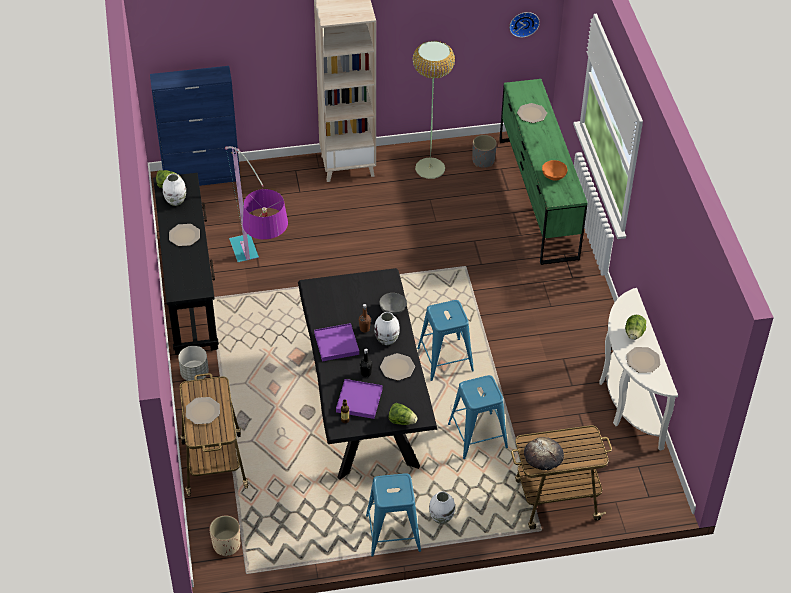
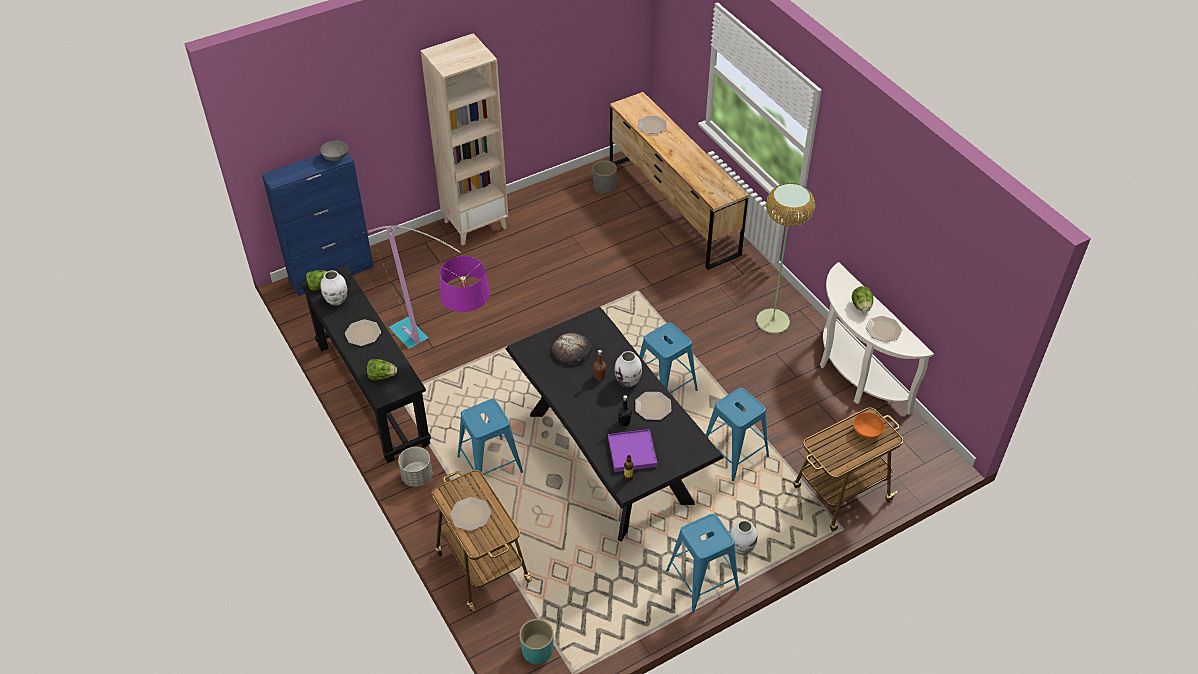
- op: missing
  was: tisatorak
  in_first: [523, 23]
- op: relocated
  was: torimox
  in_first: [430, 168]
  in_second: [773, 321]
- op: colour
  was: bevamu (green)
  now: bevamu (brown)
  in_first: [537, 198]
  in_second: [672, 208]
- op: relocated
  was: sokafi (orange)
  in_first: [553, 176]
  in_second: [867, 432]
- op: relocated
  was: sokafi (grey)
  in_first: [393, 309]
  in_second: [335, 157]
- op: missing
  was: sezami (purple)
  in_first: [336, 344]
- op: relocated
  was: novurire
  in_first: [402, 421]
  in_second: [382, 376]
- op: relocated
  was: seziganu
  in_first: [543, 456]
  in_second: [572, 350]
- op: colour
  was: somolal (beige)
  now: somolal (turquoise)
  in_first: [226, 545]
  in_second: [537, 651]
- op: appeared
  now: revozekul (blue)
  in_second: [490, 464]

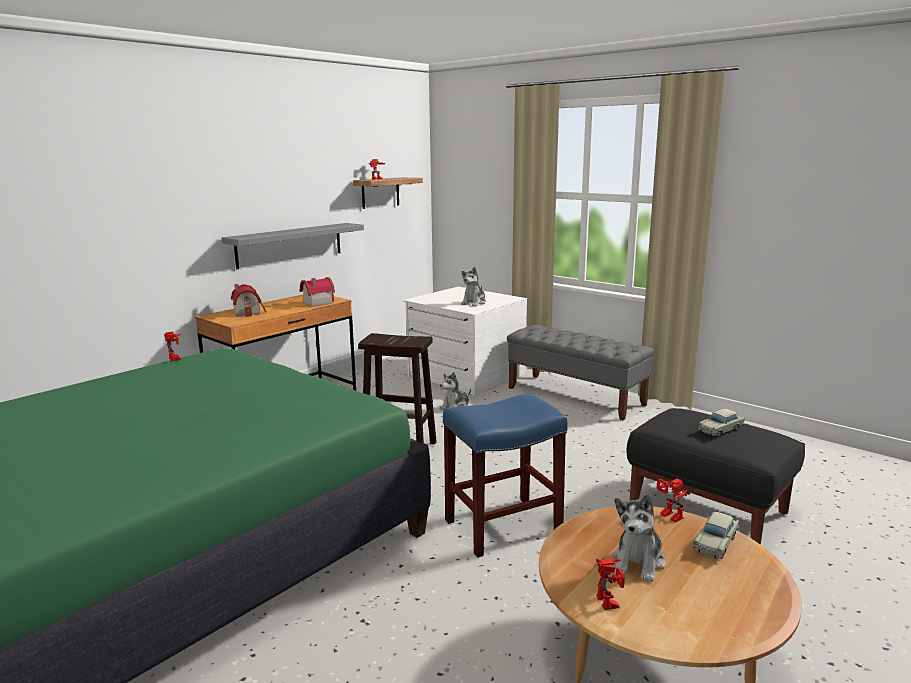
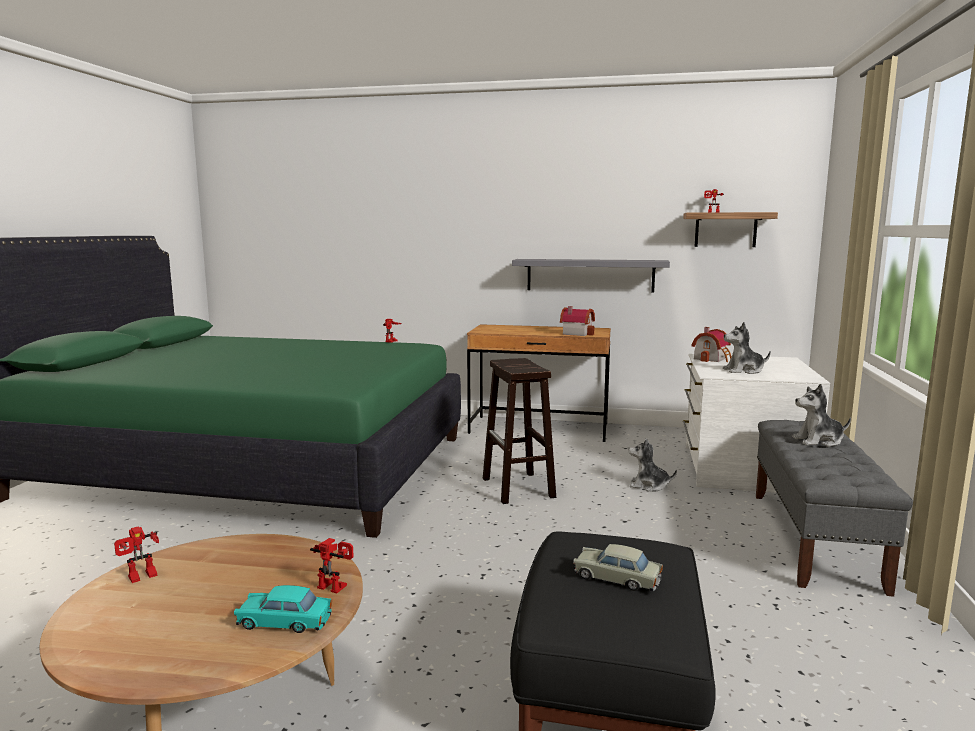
- op: relocated
  was: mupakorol
  in_first: [249, 312]
  in_second: [712, 358]
- op: missing
  was: revozekul (blue)
  in_first: [503, 525]
- op: spun
  was: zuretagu
  in_first: [668, 516]
  in_second: [336, 585]
  clockwise: 90
- op: relocated
  was: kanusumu
  in_first: [638, 562]
  in_second: [819, 441]
- op: colour
  was: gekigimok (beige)
  now: gekigimok (turquoise)
  in_first: [716, 542]
  in_second: [284, 622]

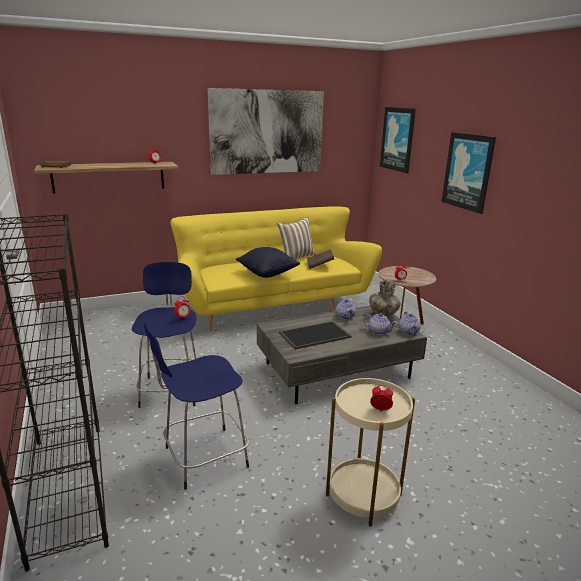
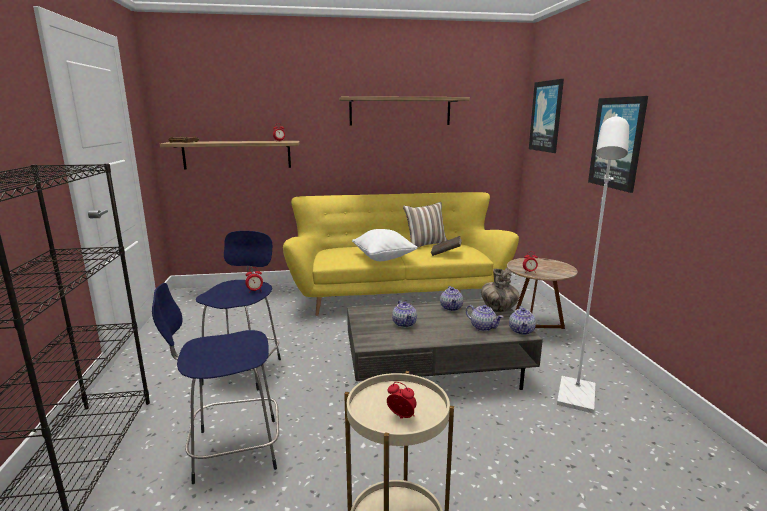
- op: exchanged
  was: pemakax
  now: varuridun
  in_first: [267, 132]
  in_second: [400, 111]
- op: colour
  was: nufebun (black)
  now: nufebun (white)
  in_first: [267, 274]
  in_second: [383, 258]
- op: exchanged
  was: sezami
  now: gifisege
  in_first: [315, 334]
  in_second: [404, 324]
- op: appeared
  now: torimox (white)
  in_second: [576, 401]

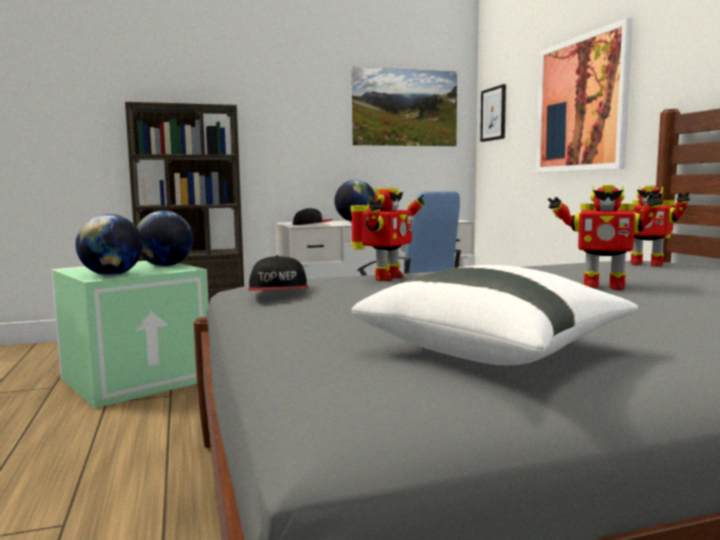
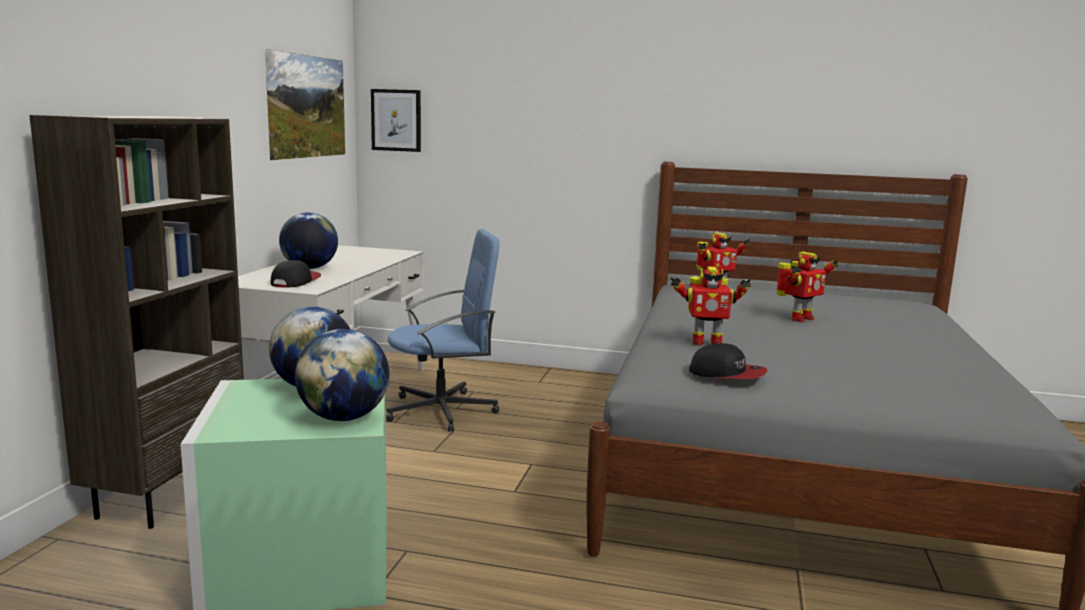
- op: missing
  was: pemakax
  in_first: [581, 104]
- op: spun
  was: zuretagu
  in_first: [385, 278]
  in_second: [705, 342]
  clockwise: 120
- op: missing
  was: nufebun (white)
  in_first: [494, 351]

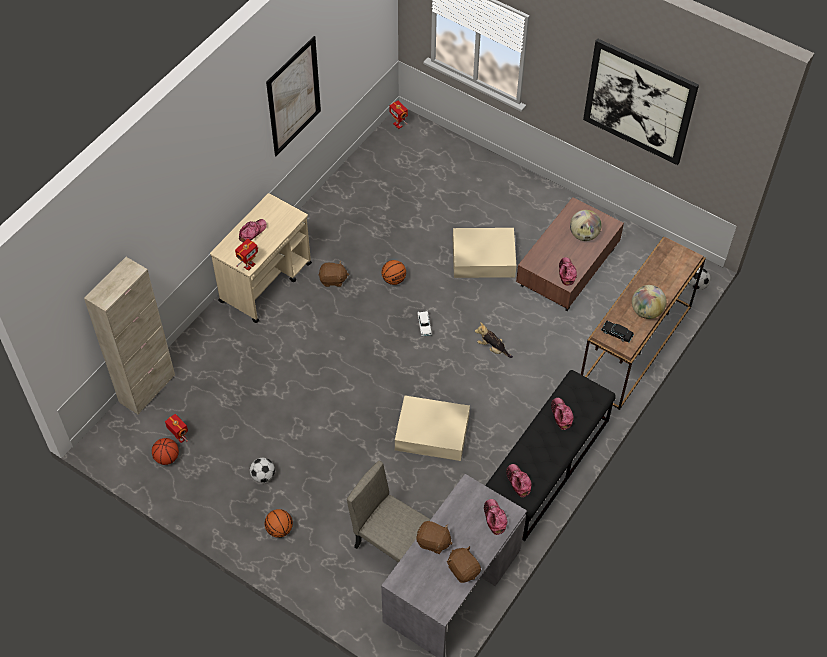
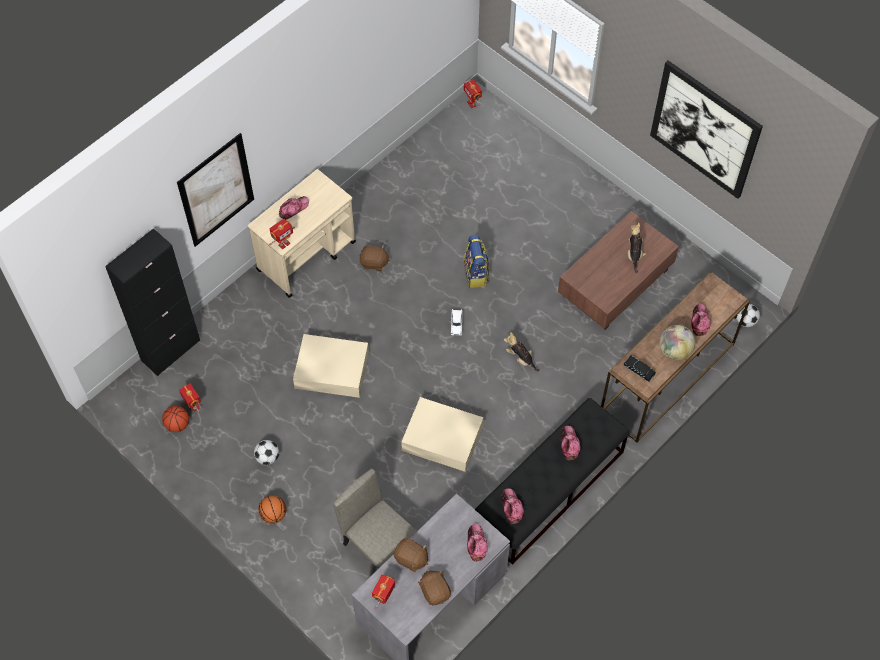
- op: relocated
  was: pemakax
  in_first: [294, 96]
  in_second: [216, 190]
- op: exchanged
  was: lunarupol
  now: kanusumu
  in_first: [583, 235]
  in_second: [634, 254]
- op: relocated
  was: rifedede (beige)
  in_first: [482, 258]
  in_second: [331, 369]
- op: colour
  was: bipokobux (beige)
  now: bipokobux (black)
  in_first: [147, 388]
  in_second: [171, 350]
- op: relocated
  was: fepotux
  in_first: [566, 273]
  in_second: [699, 321]
- op: missing
  was: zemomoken
  in_first: [393, 279]
- op: appeared
  now: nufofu
  in_second: [476, 274]
- op: appeared
  now: zuretagu
  in_second: [384, 598]

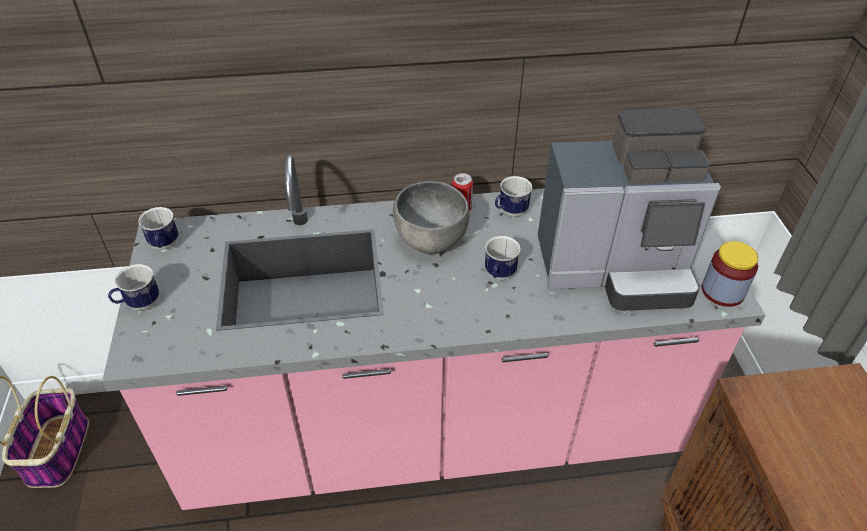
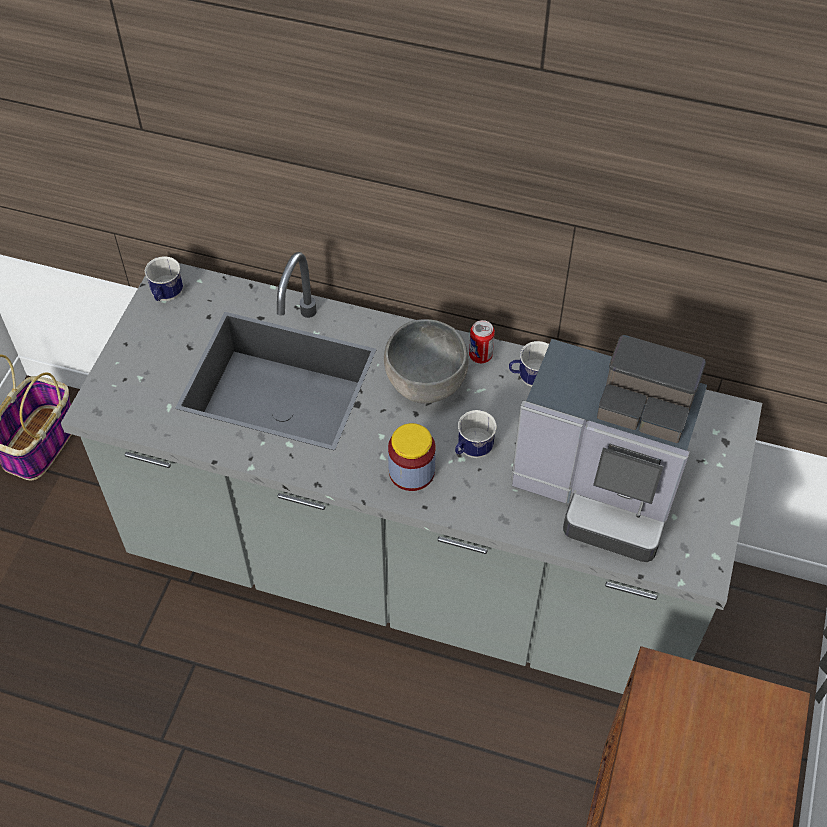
- op: colour
  was: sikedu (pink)
  now: sikedu (grey)
  in_first: [432, 430]
  in_second: [413, 570]
- op: relocated
  was: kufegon
  in_first: [722, 291]
  in_second: [411, 471]
- op: missing
  was: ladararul
  in_first: [139, 305]

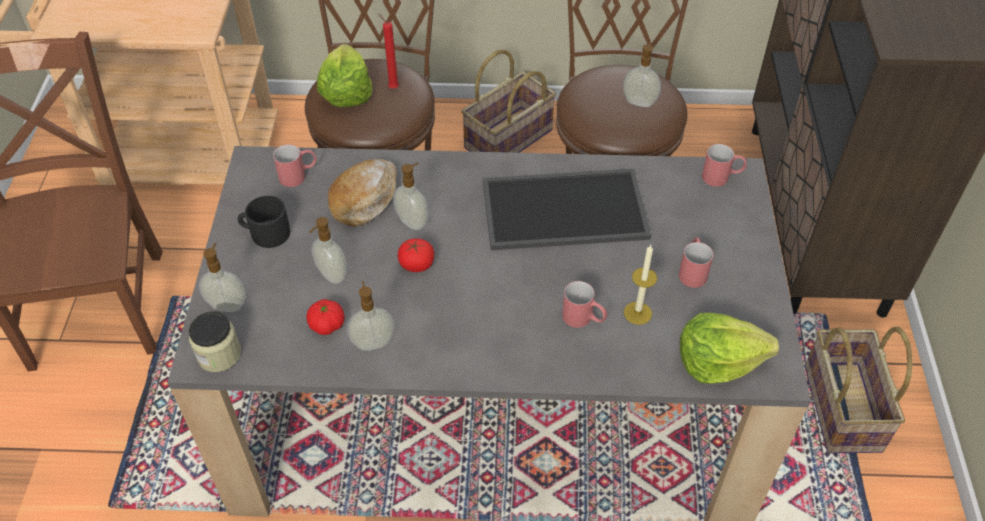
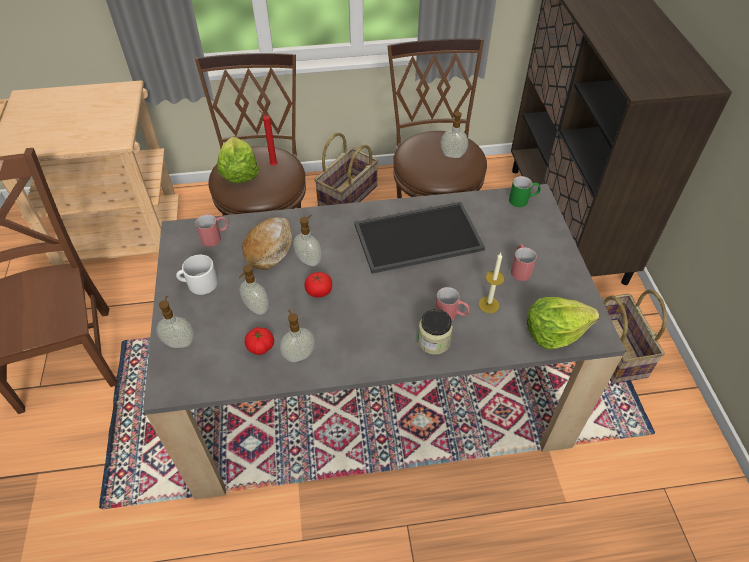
- op: colour
  was: ladararul (red)
  now: ladararul (green)
  in_first: [722, 177]
  in_second: [523, 200]
- op: colour
  was: ladararul (black)
  now: ladararul (white)
  in_first: [265, 233]
  in_second: [198, 283]
- op: relocated
  was: kufegon
  in_first: [219, 354]
  in_second: [433, 341]

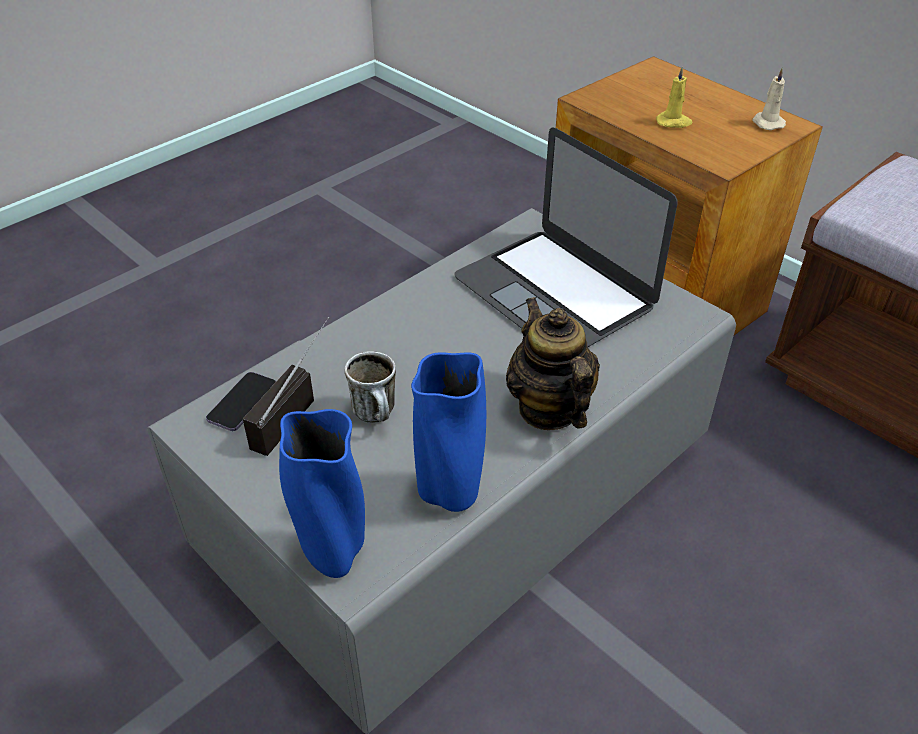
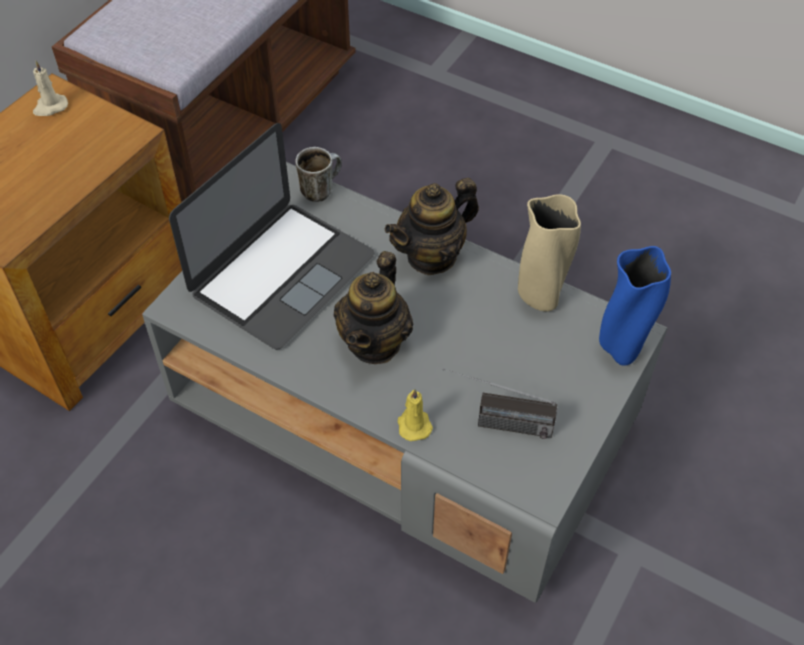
- op: relocated
  was: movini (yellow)
  in_first: [674, 122]
  in_second: [413, 424]
- op: relocated
  was: ladararul
  in_first: [378, 416]
  in_second: [320, 189]
- op: colour
  was: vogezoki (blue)
  now: vogezoki (beige)
  in_first: [449, 495]
  in_second: [540, 297]
- op: missing
  was: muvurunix
  in_first: [242, 403]
- op: appeared
  now: gifisege
  in_second: [375, 342]

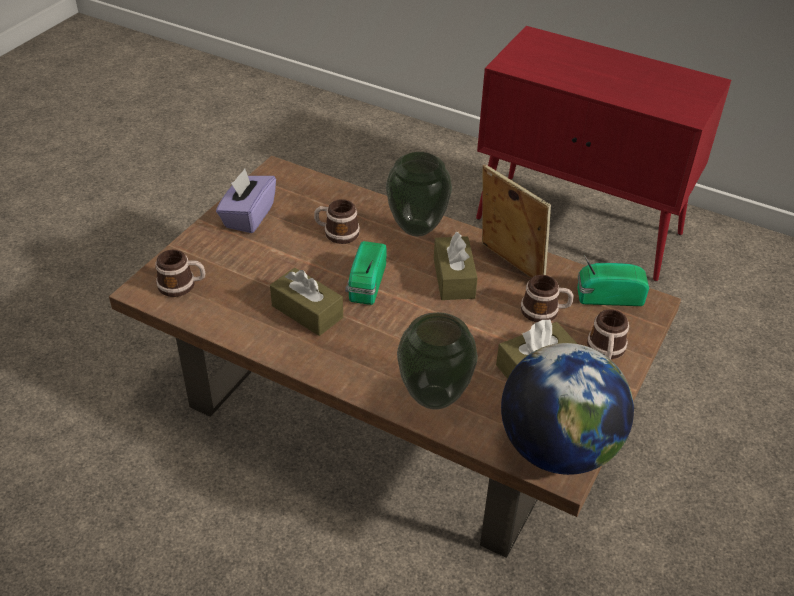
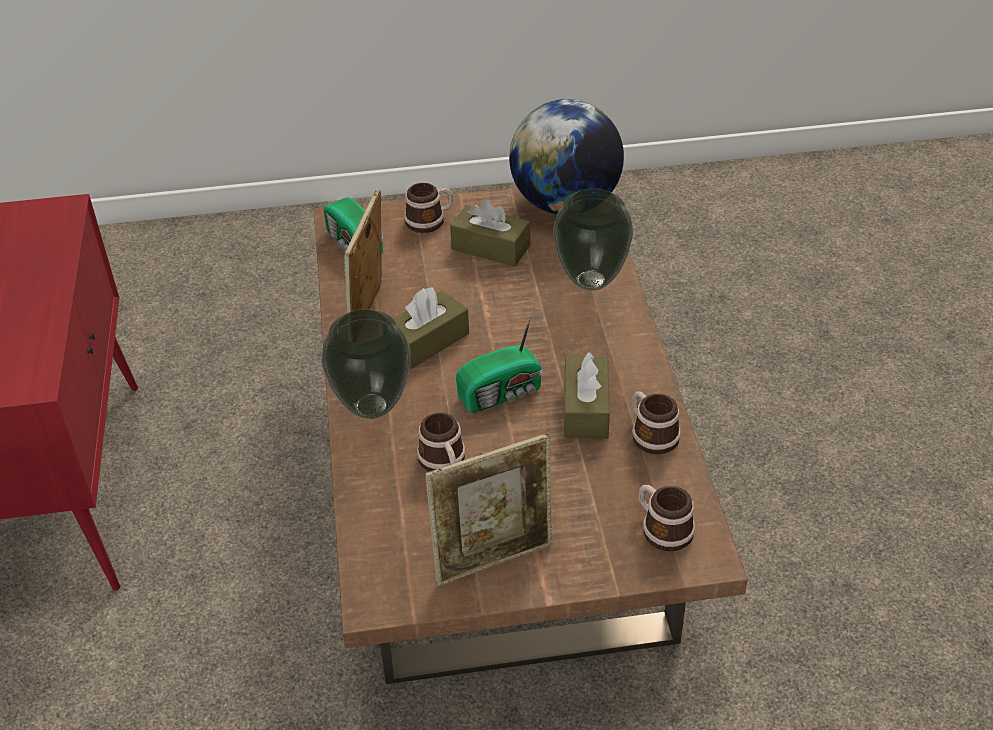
- op: exchanged
  was: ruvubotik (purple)
  now: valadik
  in_first: [248, 216]
  in_second: [494, 559]
- op: relocated
  was: ladararul
  in_first: [545, 311]
  in_second: [651, 434]

